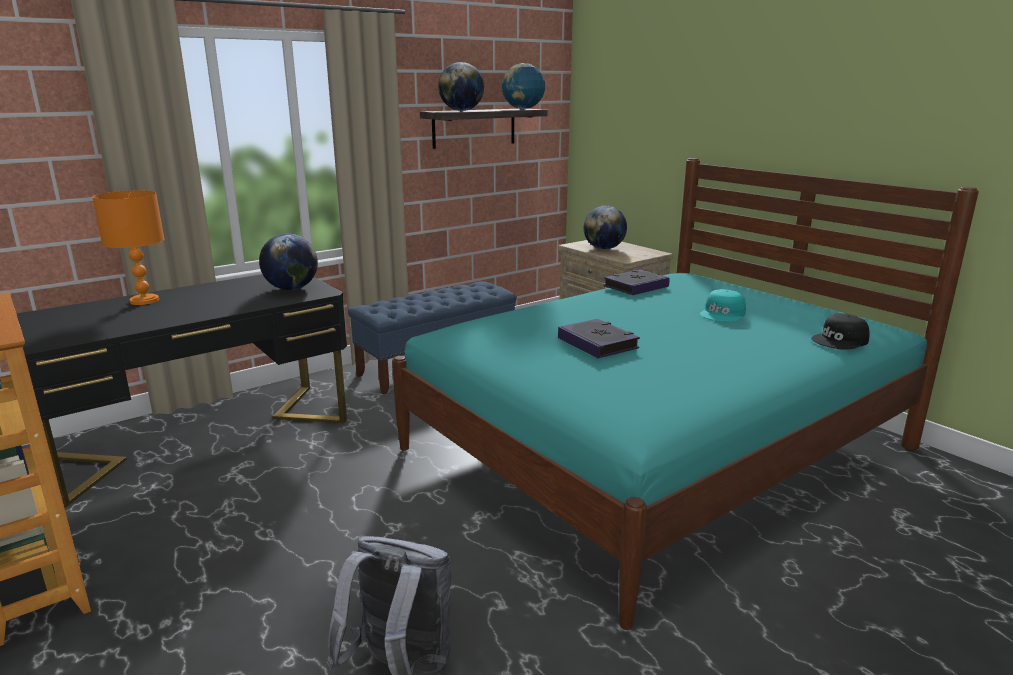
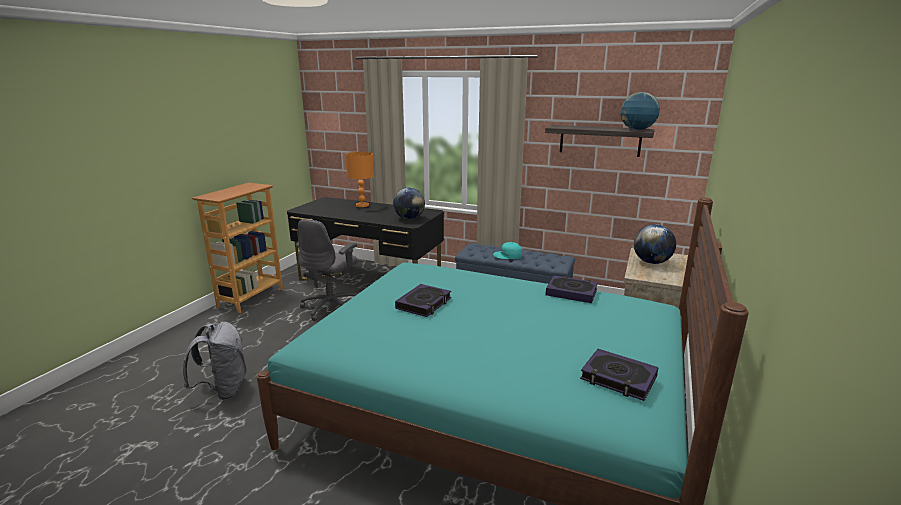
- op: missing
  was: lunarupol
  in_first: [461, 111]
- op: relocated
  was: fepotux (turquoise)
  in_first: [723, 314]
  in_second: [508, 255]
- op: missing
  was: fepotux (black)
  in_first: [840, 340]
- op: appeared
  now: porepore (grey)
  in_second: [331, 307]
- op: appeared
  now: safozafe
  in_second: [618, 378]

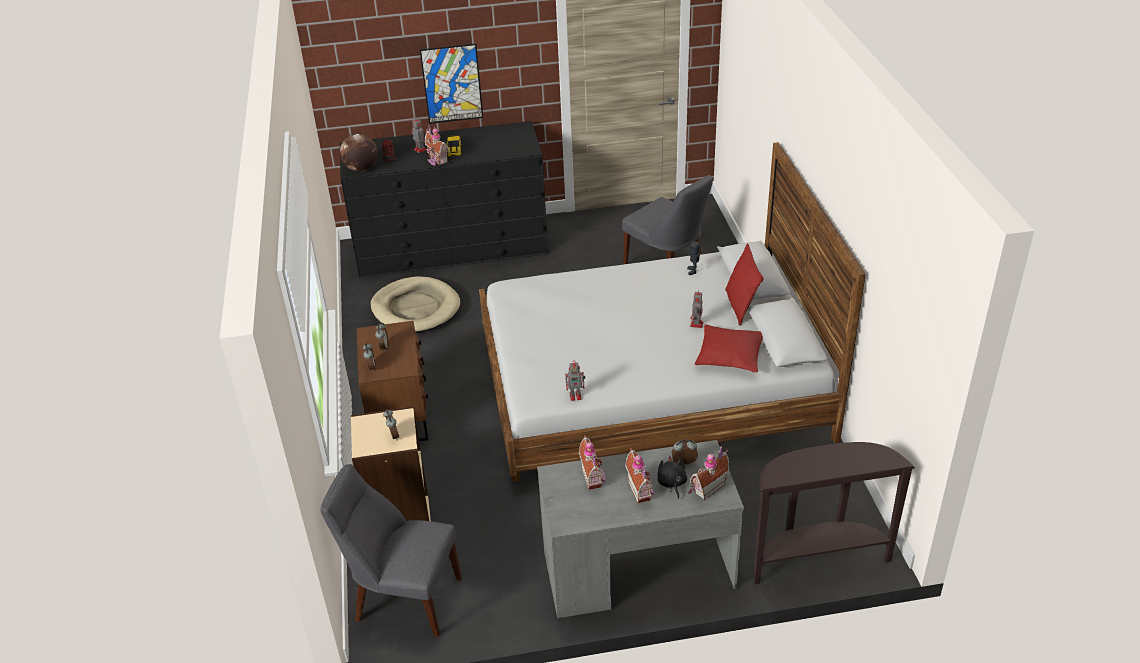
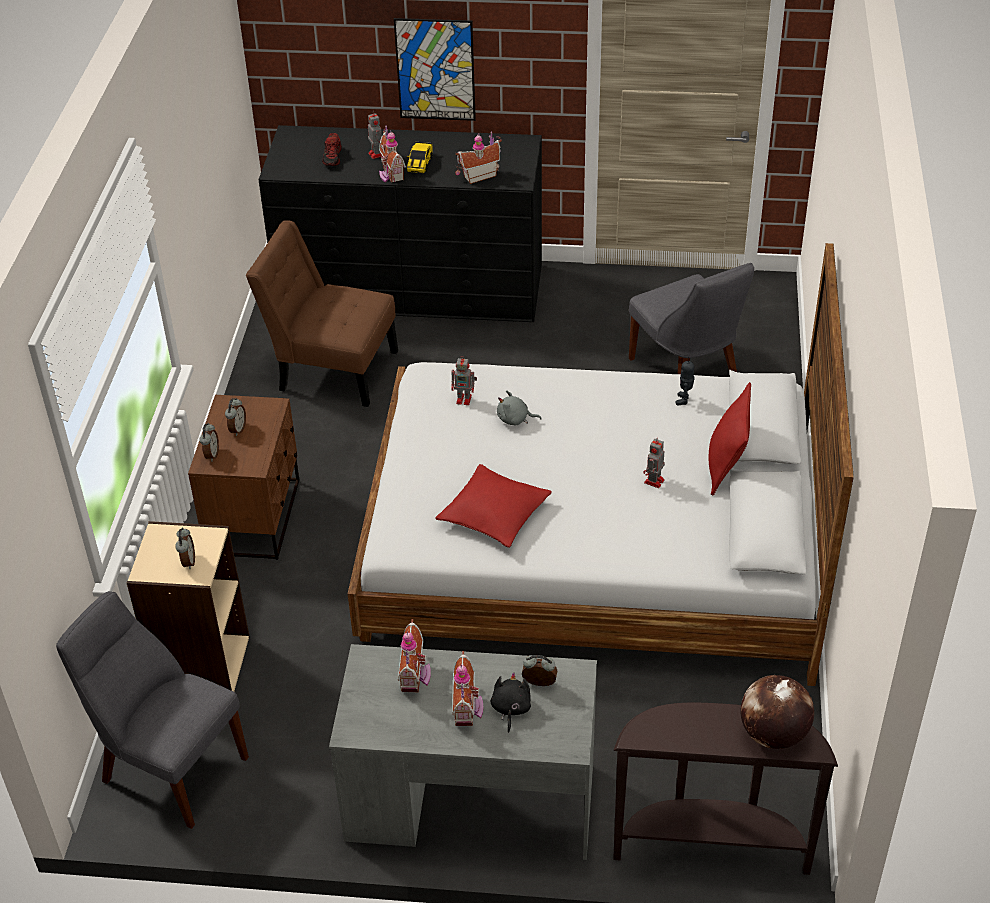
- op: relocated
  was: lunarupol
  in_first: [361, 169]
  in_second: [773, 734]
- op: exchanged
  was: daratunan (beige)
  now: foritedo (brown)
  in_first: [416, 309]
  in_second: [332, 369]
- op: relocated
  was: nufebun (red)
  in_first: [729, 355]
  in_second: [494, 514]
- op: relocated
  was: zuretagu
  in_first: [576, 396]
  in_second: [465, 399]
- op: relocated
  was: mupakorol
  in_first: [706, 487]
  in_second: [478, 175]
- op: appeared
  now: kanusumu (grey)
  in_second: [515, 419]

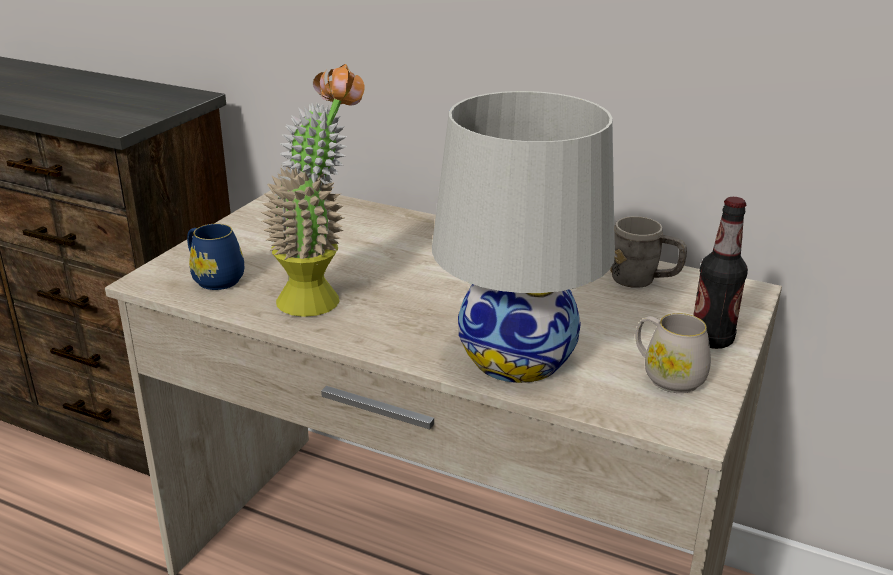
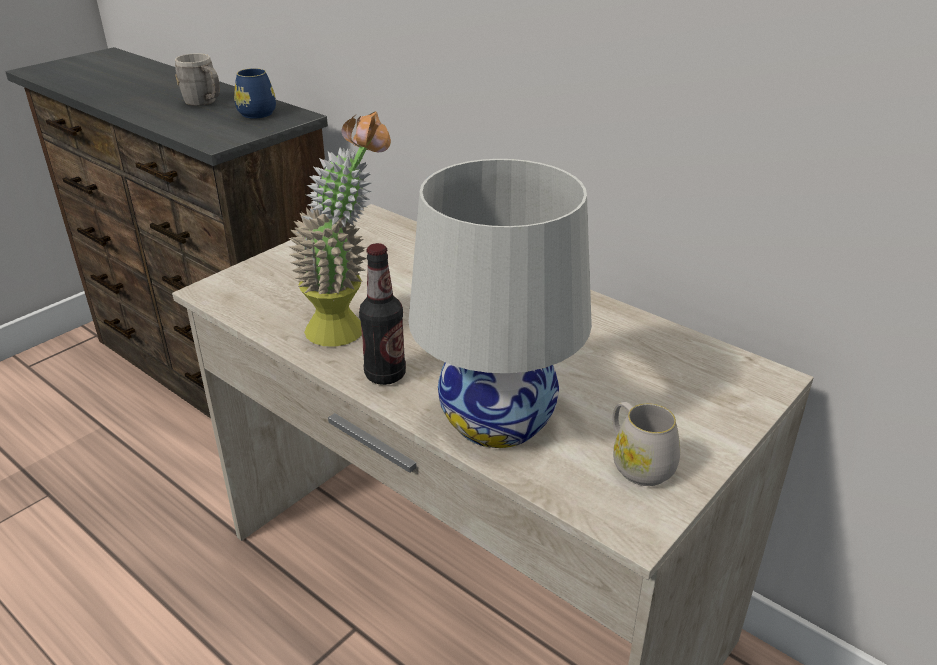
- op: relocated
  was: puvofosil
  in_first: [711, 340]
  in_second: [385, 375]
- op: relocated
  was: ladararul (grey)
  in_first: [643, 281]
  in_second: [205, 103]
- op: relocated
  was: ladararul (blue)
  in_first: [214, 278]
  in_second: [254, 112]

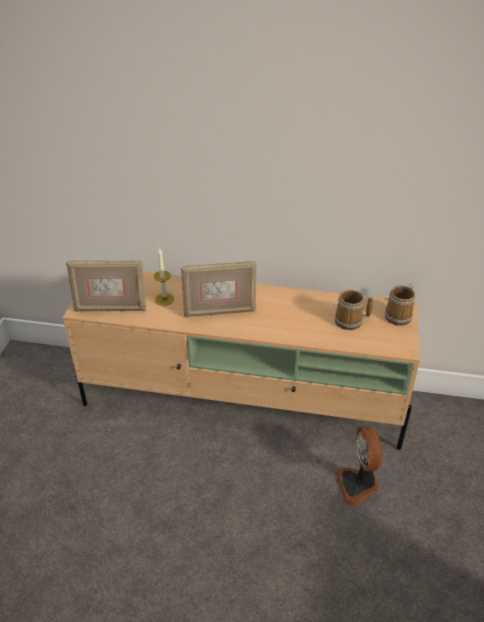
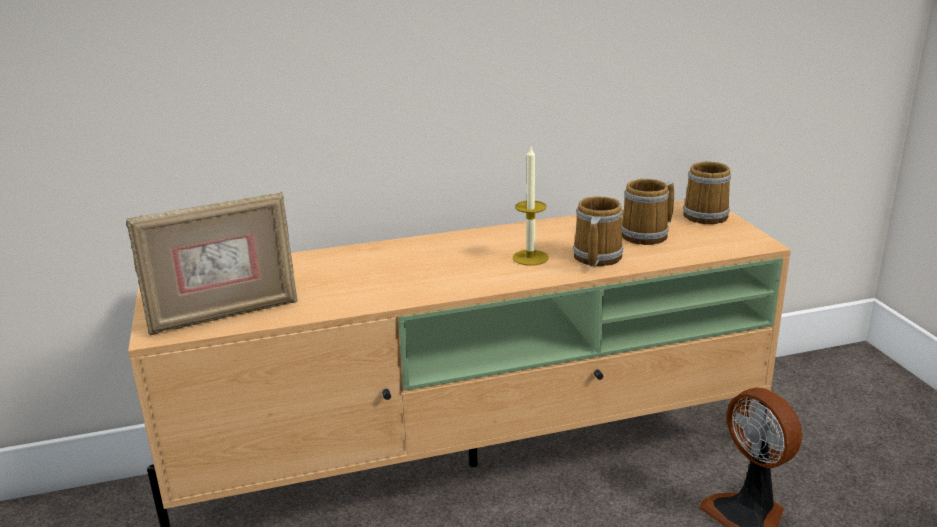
- op: relocated
  was: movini
  in_first: [164, 299]
  in_second: [530, 258]
- op: missing
  was: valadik
  in_first: [219, 312]
- op: appeared
  now: ladararul
  in_second: [595, 257]

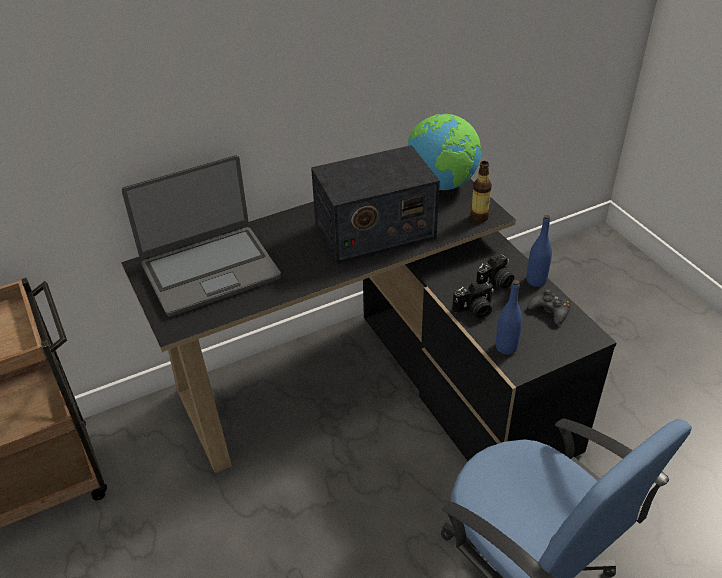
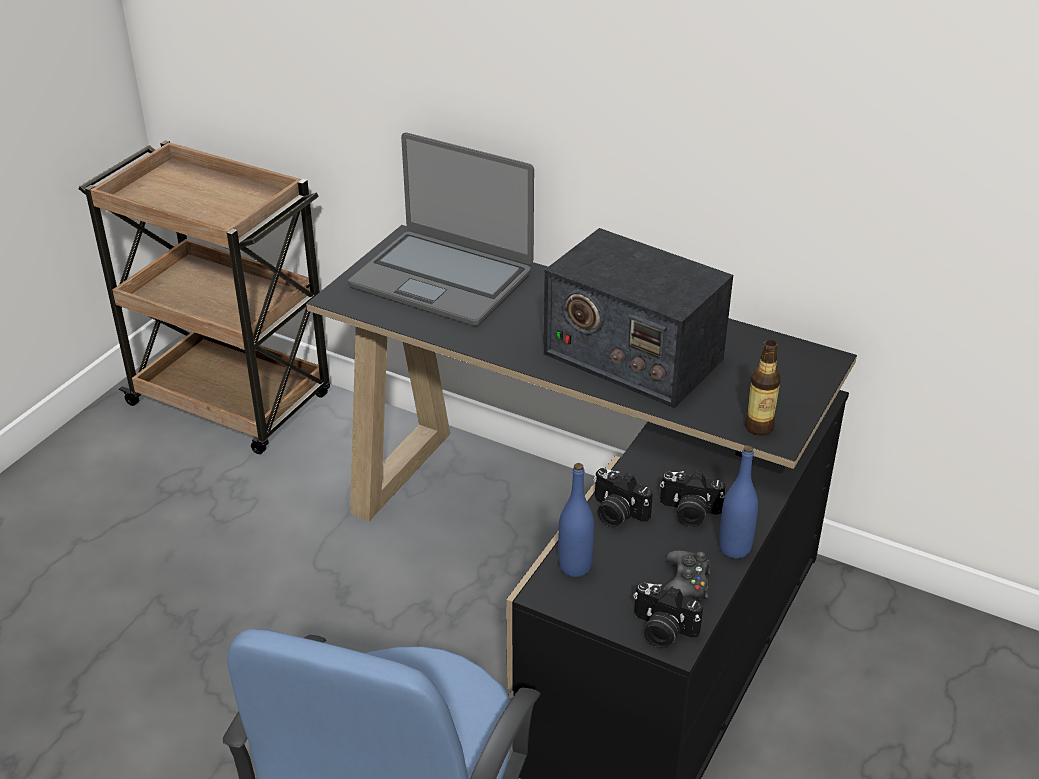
- op: missing
  was: lunarupol
  in_first: [442, 184]
- op: appeared
  now: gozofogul
  in_second: [662, 631]

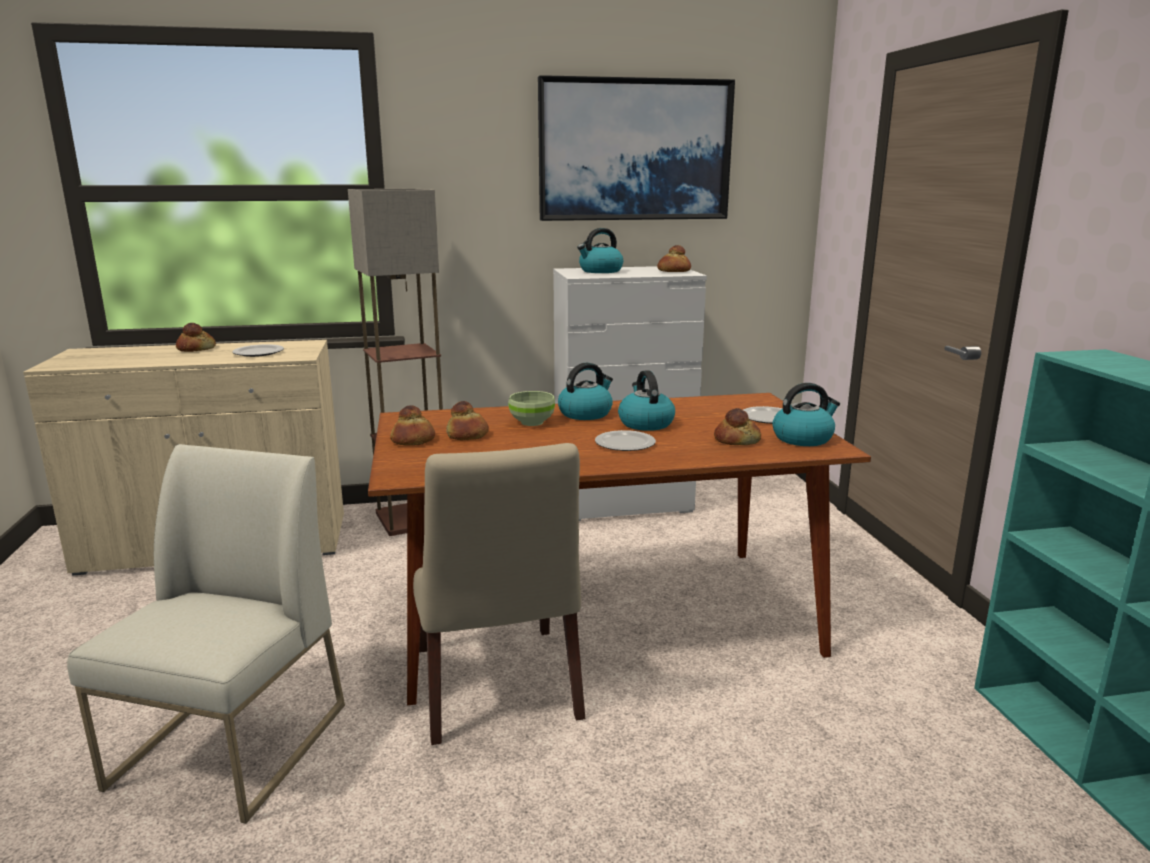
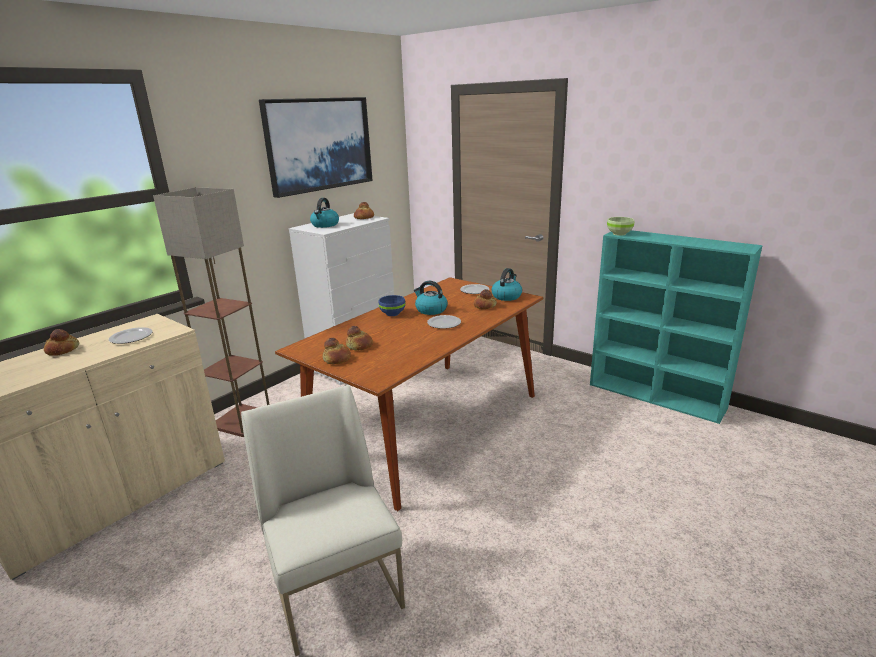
- op: exchanged
  was: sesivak
  now: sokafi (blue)
  in_first: [585, 413]
  in_second: [392, 314]
- op: relocated
  was: sokafi (green)
  in_first: [531, 422]
  in_second: [619, 234]
- op: missing
  was: foritedo (beige)
  in_first: [497, 687]

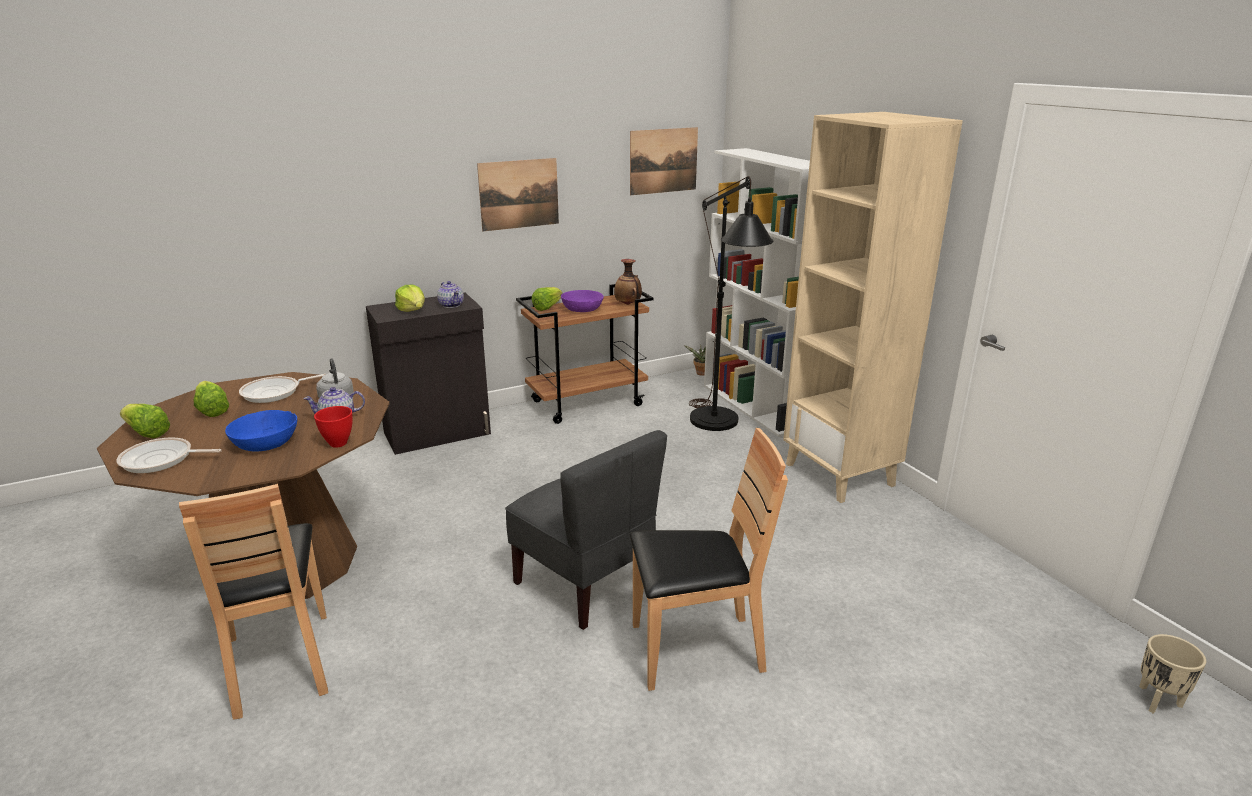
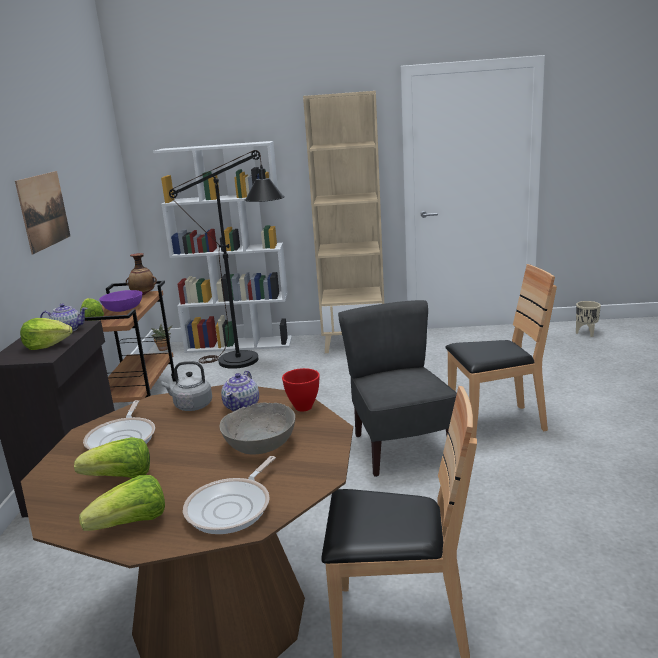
- op: missing
  was: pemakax
  in_first: [663, 161]
- op: colour
  was: sokafi (blue)
  now: sokafi (grey)
  in_first: [265, 443]
  in_second: [259, 443]
- op: spun
  was: foritedo (brown)
  in_first: [695, 650]
  in_second: [495, 424]
  clockwise: 60
- op: spun
  was: foritedo (grey)
  in_first: [585, 585]
  in_second: [401, 448]
  clockwise: -90

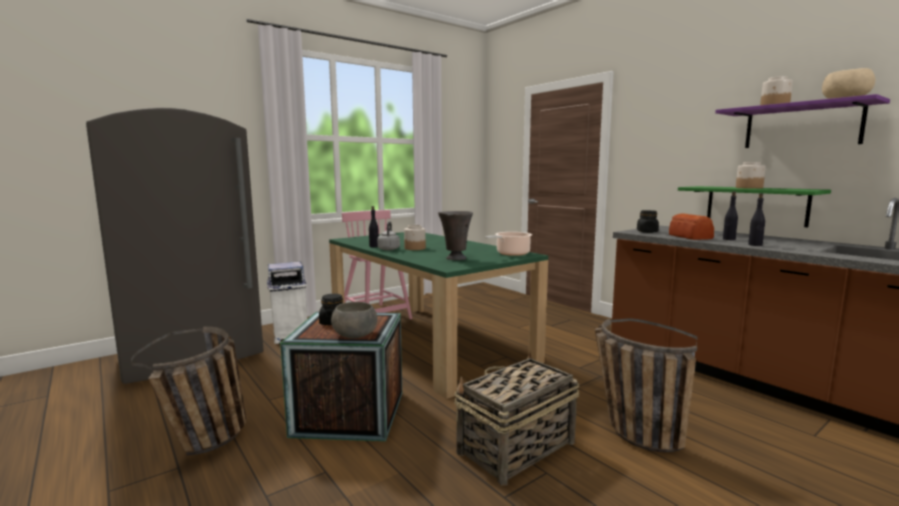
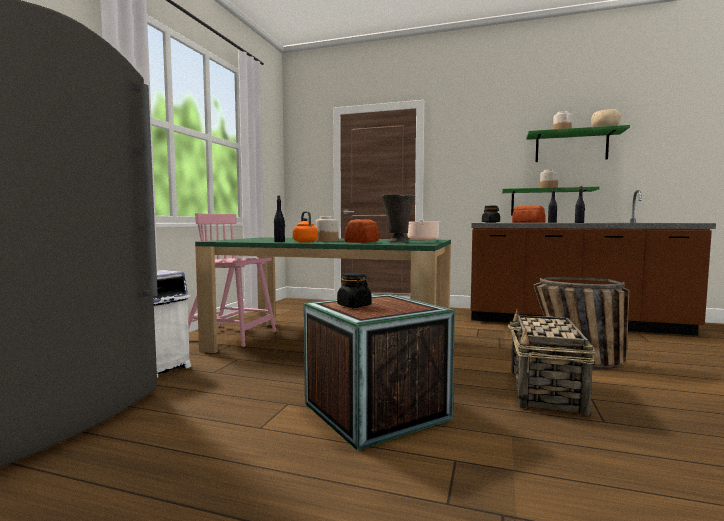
- op: colour
  was: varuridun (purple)
  now: varuridun (green)
  in_first: [801, 126]
  in_second: [571, 147]
- op: colour
  was: sesivak (grey)
  now: sesivak (orange)
  in_first: [389, 249]
  in_second: [304, 242]
- op: missing
  was: sokafi (grey)
  in_first: [355, 335]
- op: missing
  was: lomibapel
  in_first: [208, 443]
- op: appeared
  now: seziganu
  in_second: [363, 242]

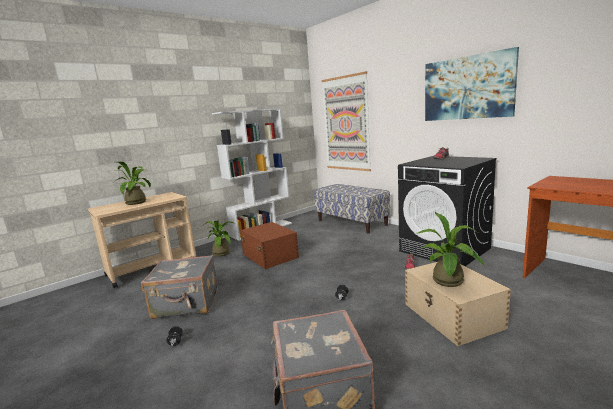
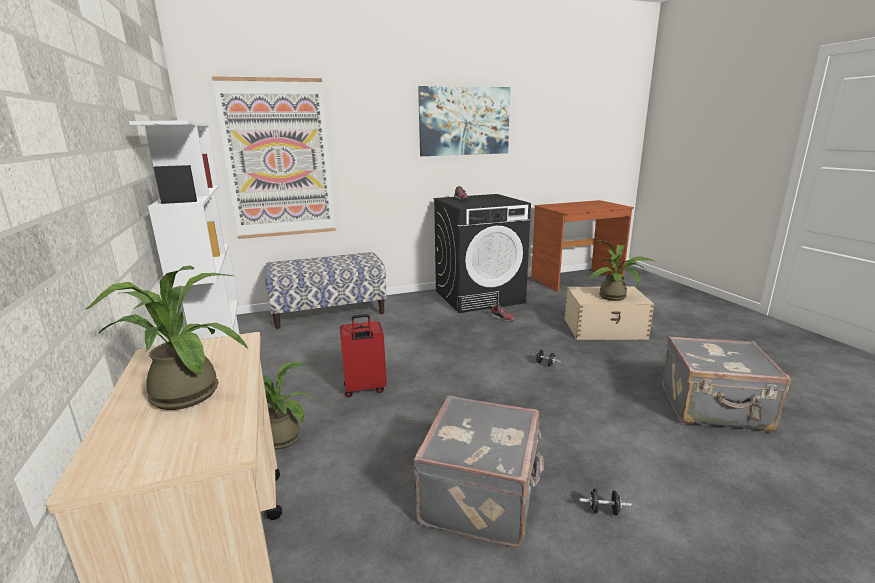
- op: exchanged
  was: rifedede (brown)
  now: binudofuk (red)
  in_first: [270, 255]
  in_second: [365, 389]

